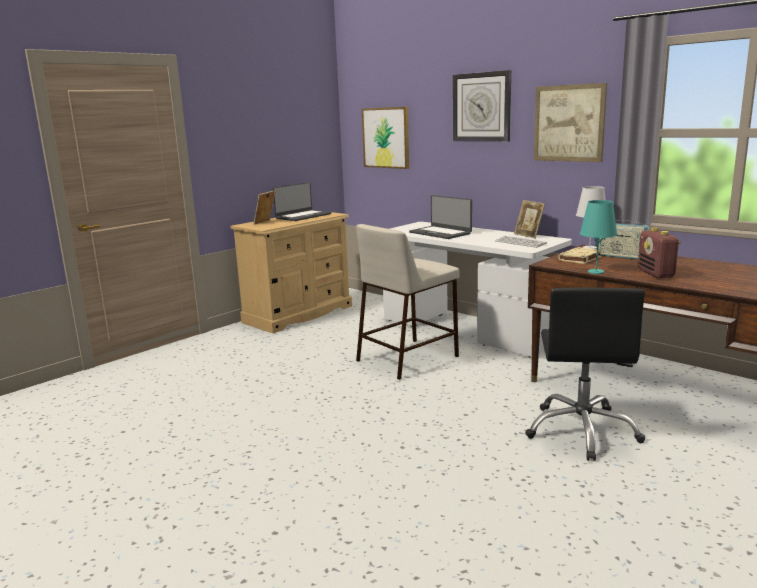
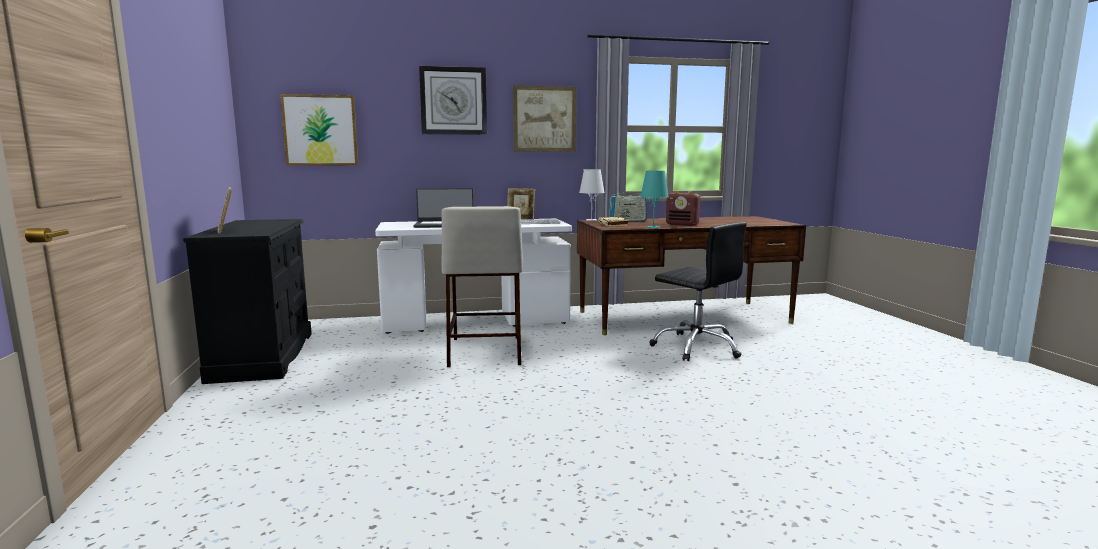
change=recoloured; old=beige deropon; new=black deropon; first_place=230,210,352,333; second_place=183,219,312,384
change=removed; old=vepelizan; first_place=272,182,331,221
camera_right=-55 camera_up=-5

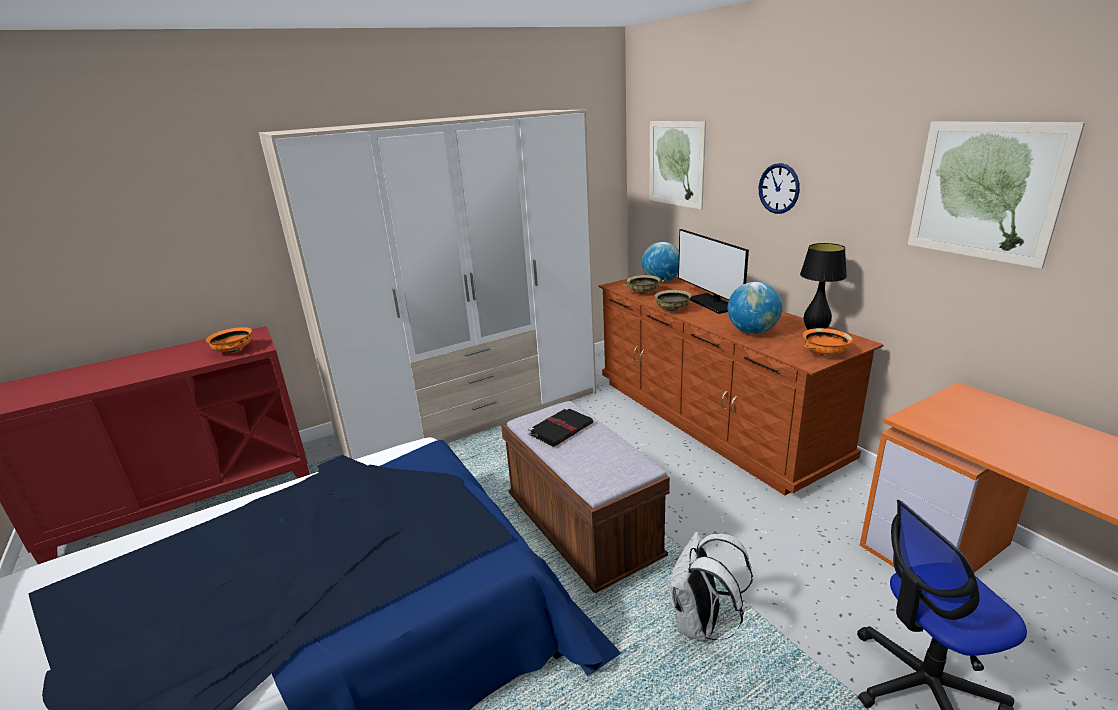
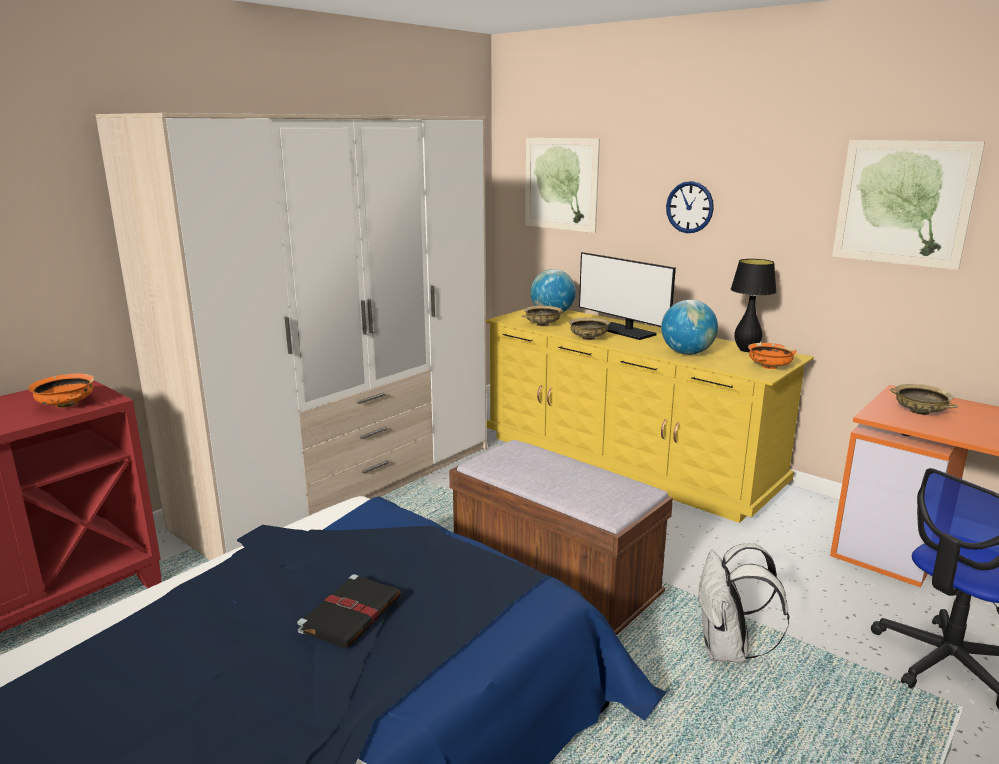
change=moved; old=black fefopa; first_place=528,407,593,447; second_place=297,574,401,648
change=recoloured; old=brown deropon; new=yellow deropon; first_place=599,274,884,495; second_place=486,309,814,523
change=added; new=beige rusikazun; second_place=890,384,958,415
camera_right=-20 camera_up=-5

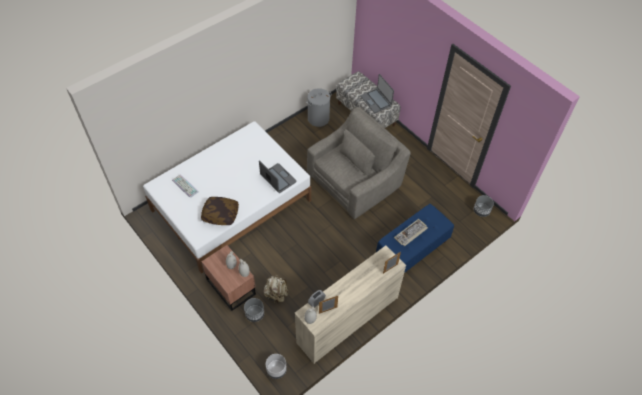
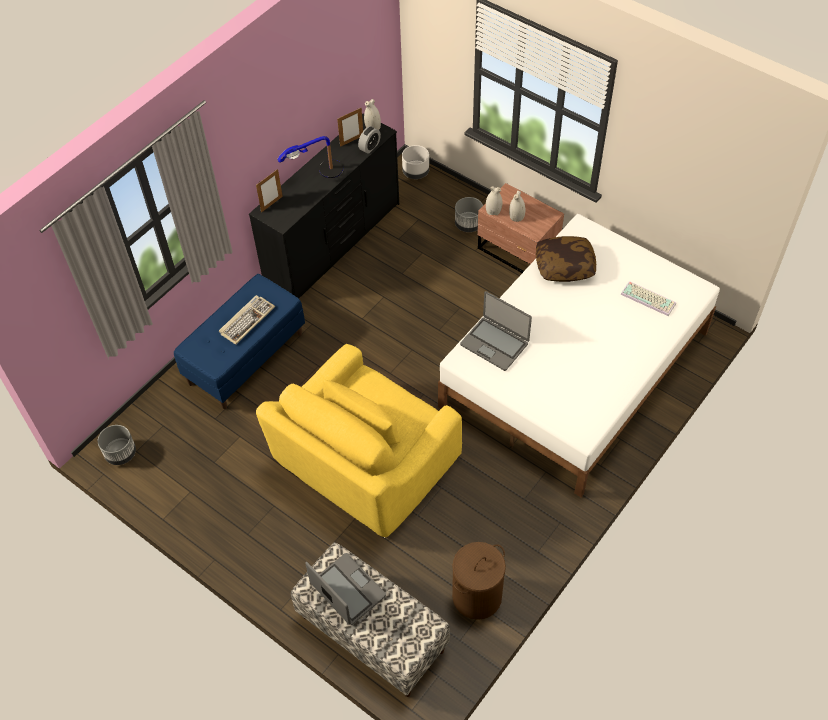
change=recoloured; old=beige deropon; new=black deropon; first_place=295,245,406,364; second_place=249,113,399,298
change=recoloured; old=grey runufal; new=yellow runufal; first_place=307,107,411,219; second_place=256,344,462,538
change=added; new=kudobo; second_place=277,136,343,178
change=recoloured; old=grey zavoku; new=brown zavoku; first_place=306,88,331,127; second_place=452,542,506,620
change=removed; old=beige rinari; first_place=263,275,289,305
camera_right=170 camera_up=0

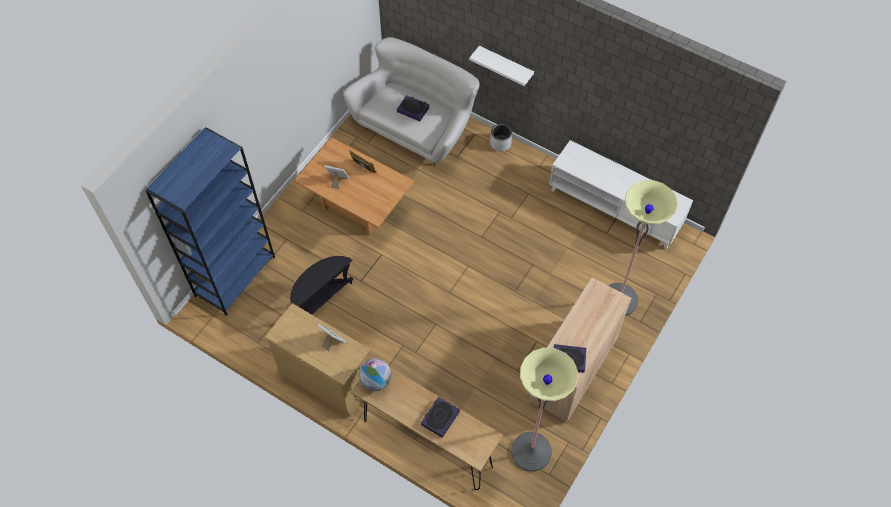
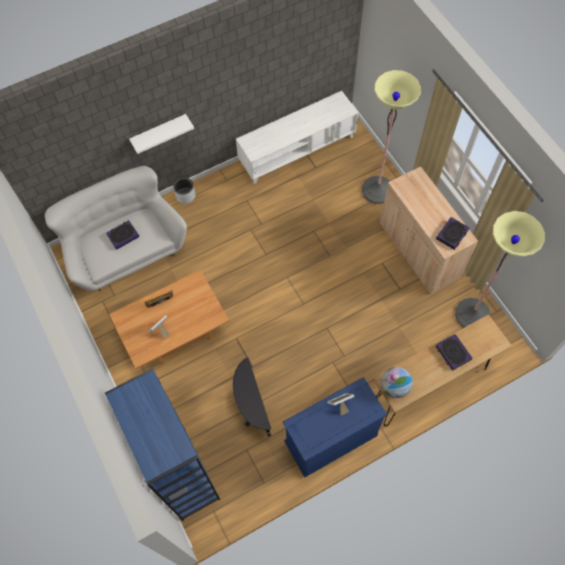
change=recoloured; old=beige deropon; new=blue deropon; first_place=265,303,371,417; second_place=283,377,387,478
camera_right=-60 camera_up=5

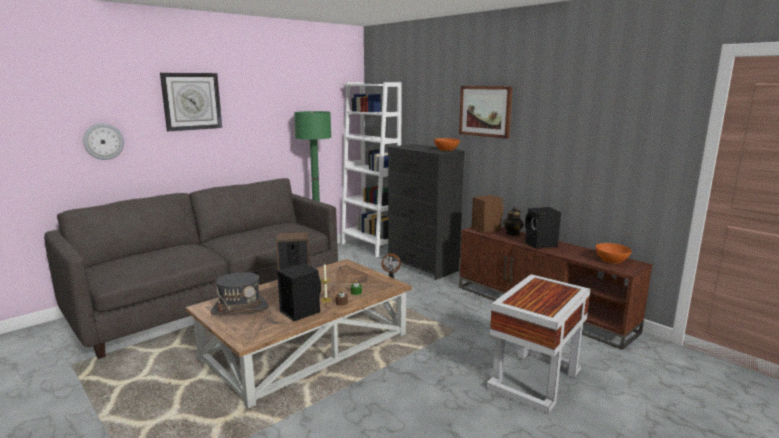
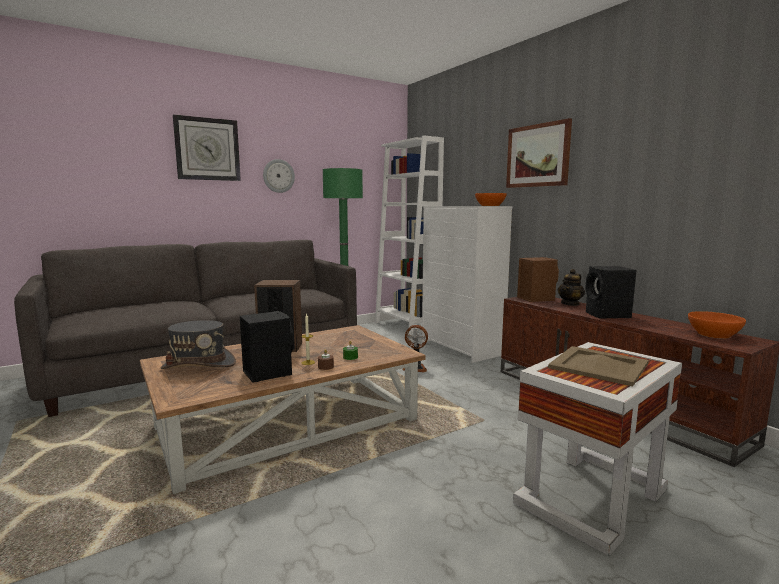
change=moved; old=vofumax; first_place=83,123,124,160; second_place=263,159,295,193
change=recoloured; old=black deropon; new=white deropon; first_place=388,144,465,280; second_place=422,206,513,363
change=added; new=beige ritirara; second_place=548,346,649,386
camera_right=10 camera_up=-5

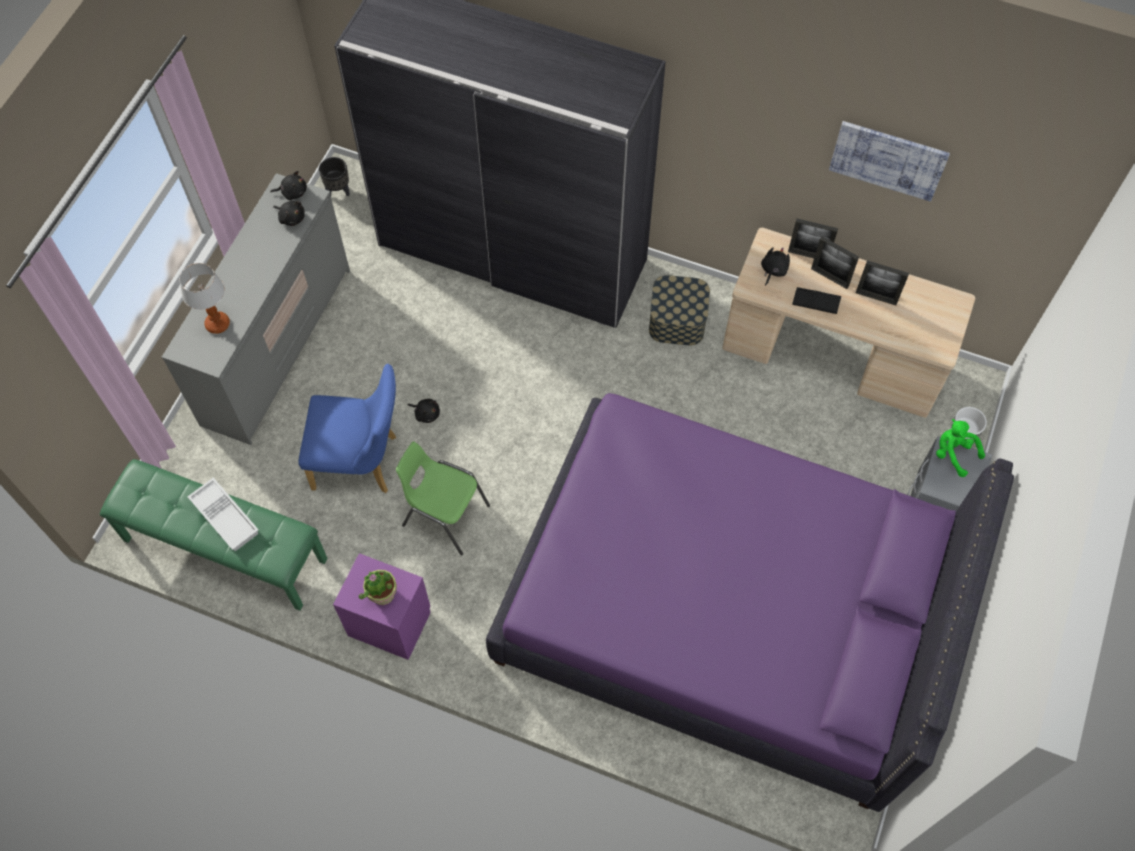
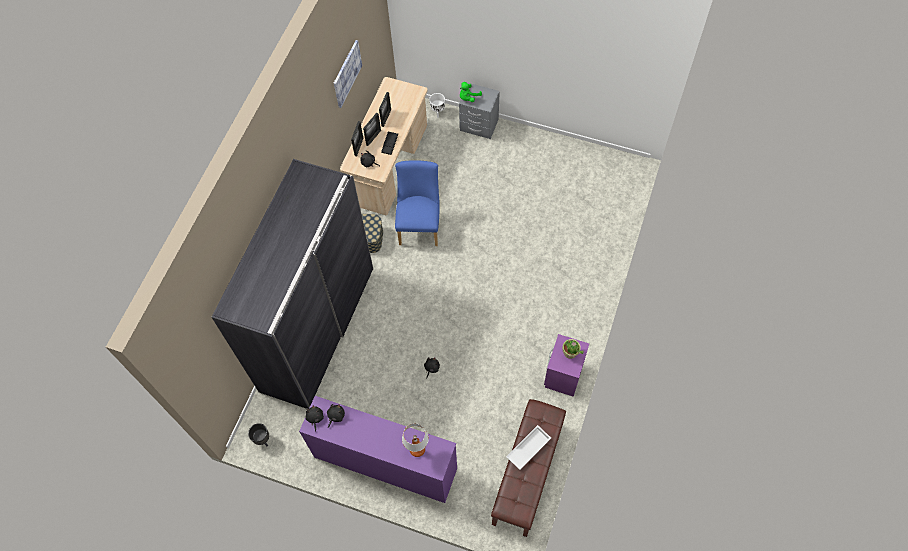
change=recoloured; old=grey deropon; new=purple deropon; first_place=162,173,350,445; second_place=299,396,457,503
change=moved; old=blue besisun; first_place=298,364,396,493; second_place=395,160,440,246
change=recoloured; old=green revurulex; new=brown revurulex; first_place=100,459,327,611; second_place=491,399,566,537
change=removed; old=green besisun; first_place=396,442,490,556
change=removed; old=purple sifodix; first_place=486,393,1014,812
camera_right=-90 camera_up=0

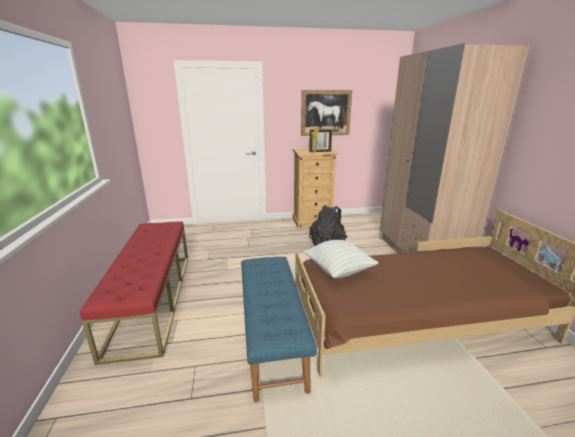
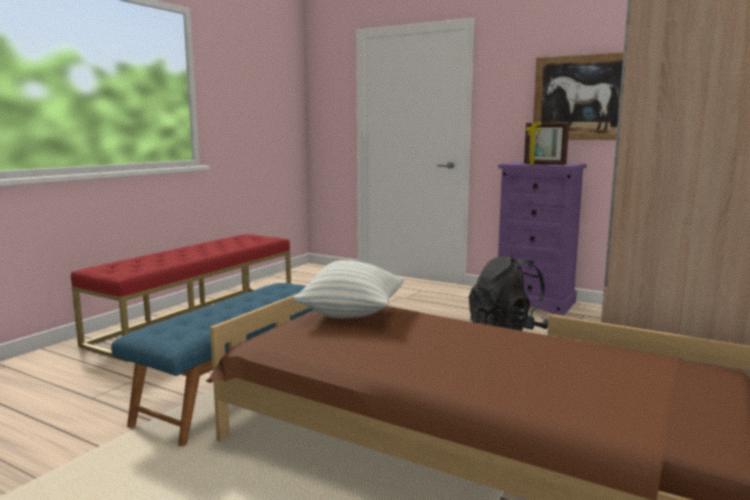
change=recoloured; old=beige deropon; new=purple deropon; first_place=293,148,338,229; second_place=498,162,587,315
camera_right=40 camera_up=-10

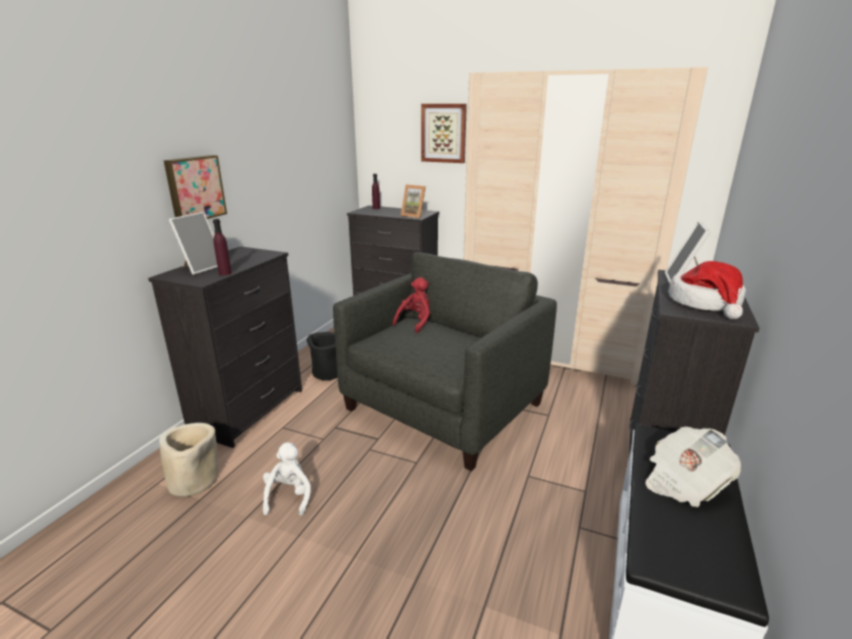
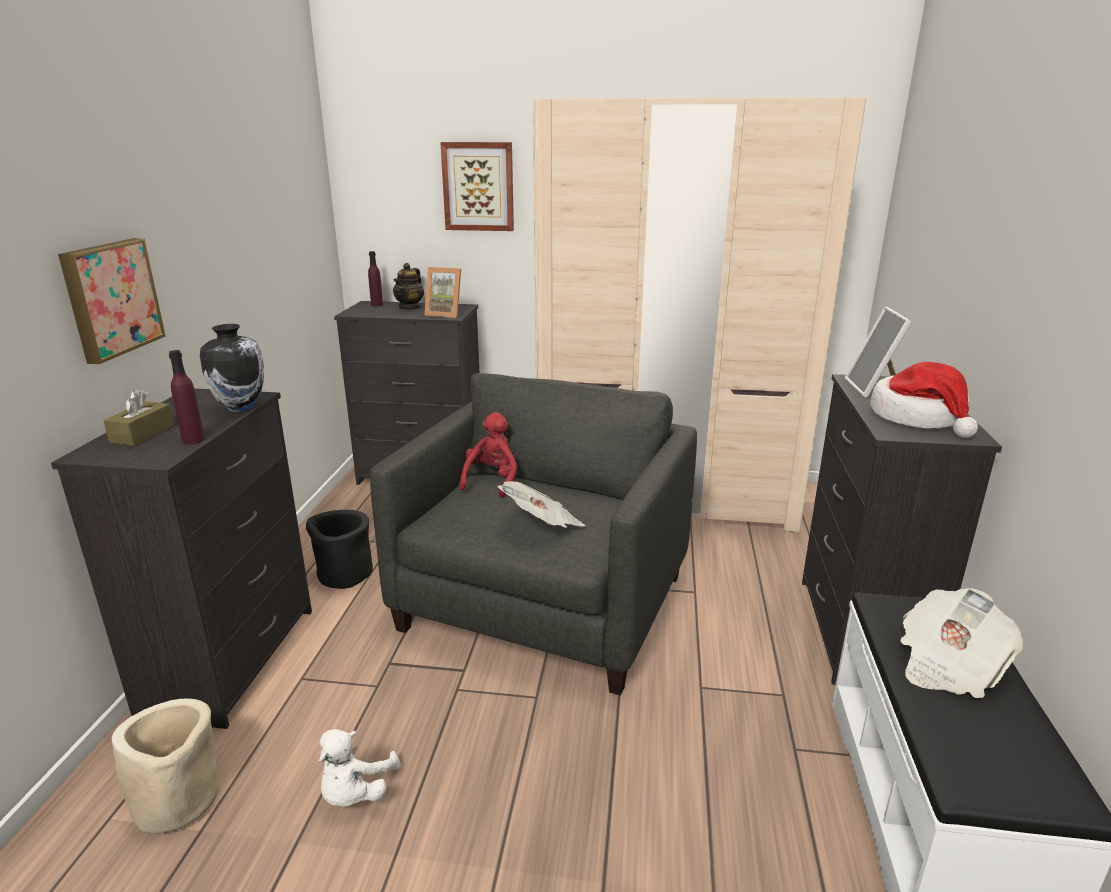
change=replaced; old=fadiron; new=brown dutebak; first_place=169,212,218,275; second_place=103,389,174,446
change=added; new=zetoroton; second_place=200,324,264,412
change=turned; old=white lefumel; first_place=263,442,311,516; second_place=319,729,400,807; degrees=-150
change=added; new=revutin; second_place=393,263,424,310
change=added; new=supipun; second_place=497,481,585,528
camera_right=-15 camera_up=0

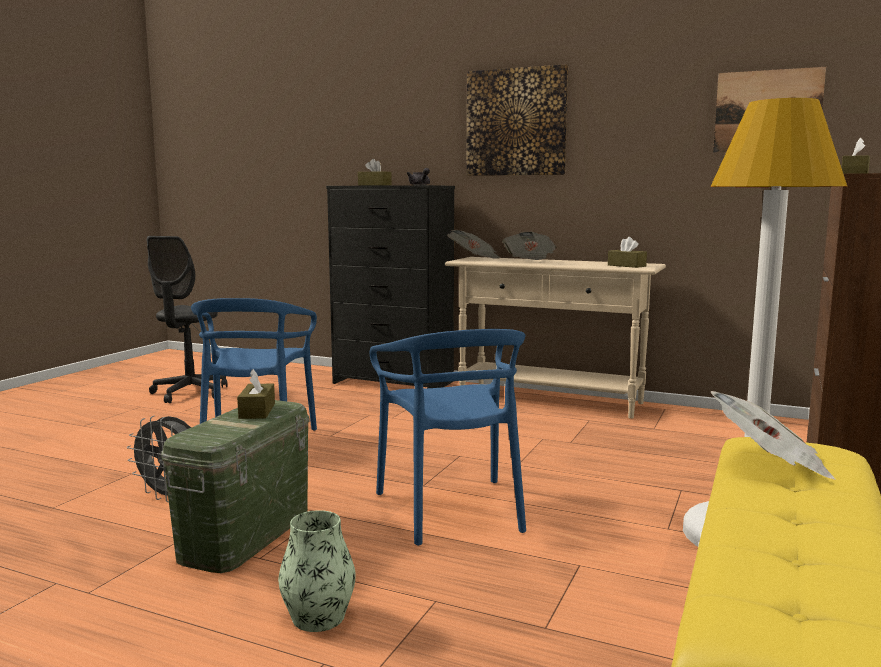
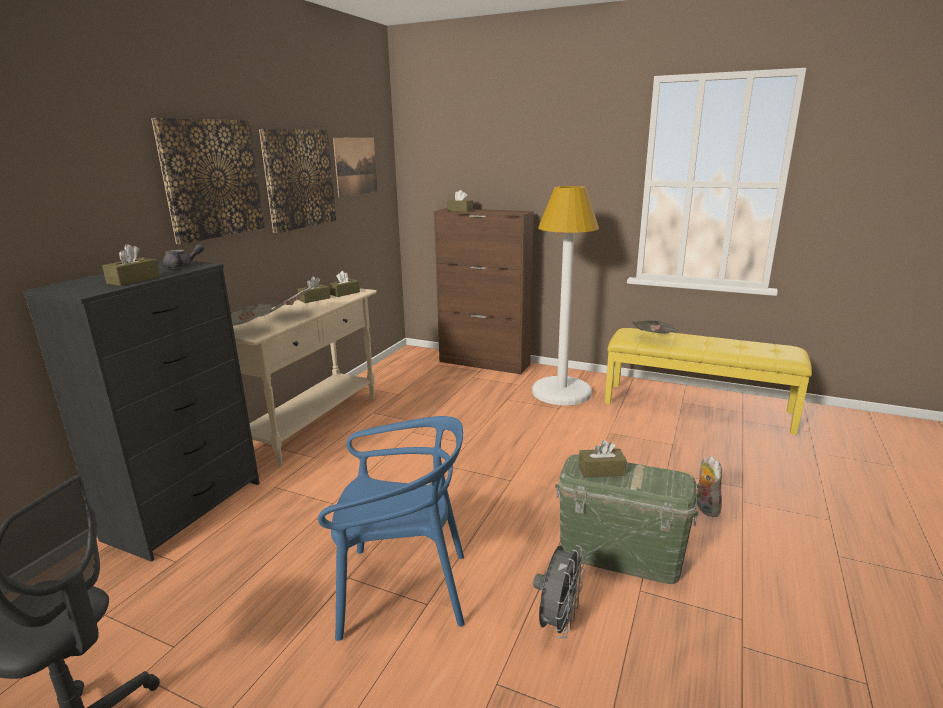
change=added; new=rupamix; second_place=259,129,336,233
change=added; new=brown dutebak; second_place=298,276,330,303
change=replaced; old=zetoroton; new=lefumel; first_place=278,510,356,632; second_place=696,456,722,517
change=removed; old=blue besisun; first_place=370,329,526,546
camera_right=-90 camera_up=10

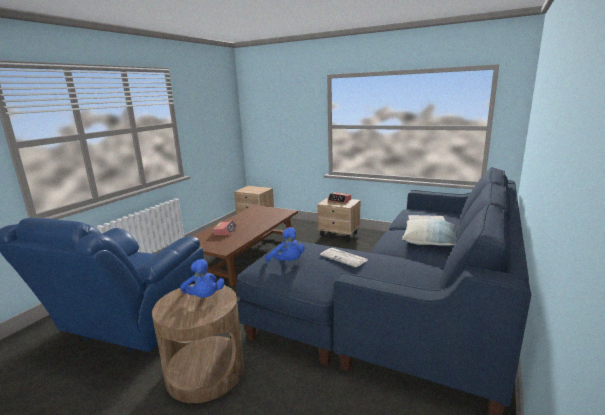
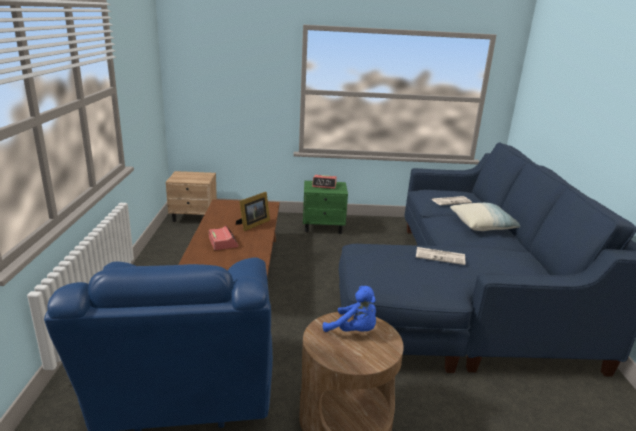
change=added; new=fadiron; second_place=236,192,270,231
change=recoloured; old=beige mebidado; new=green mebidado; first_place=317,197,361,242; second_place=303,181,348,234
change=removed; old=blue lefumel; first_place=265,227,304,262
camera_right=-30 camera_up=5

